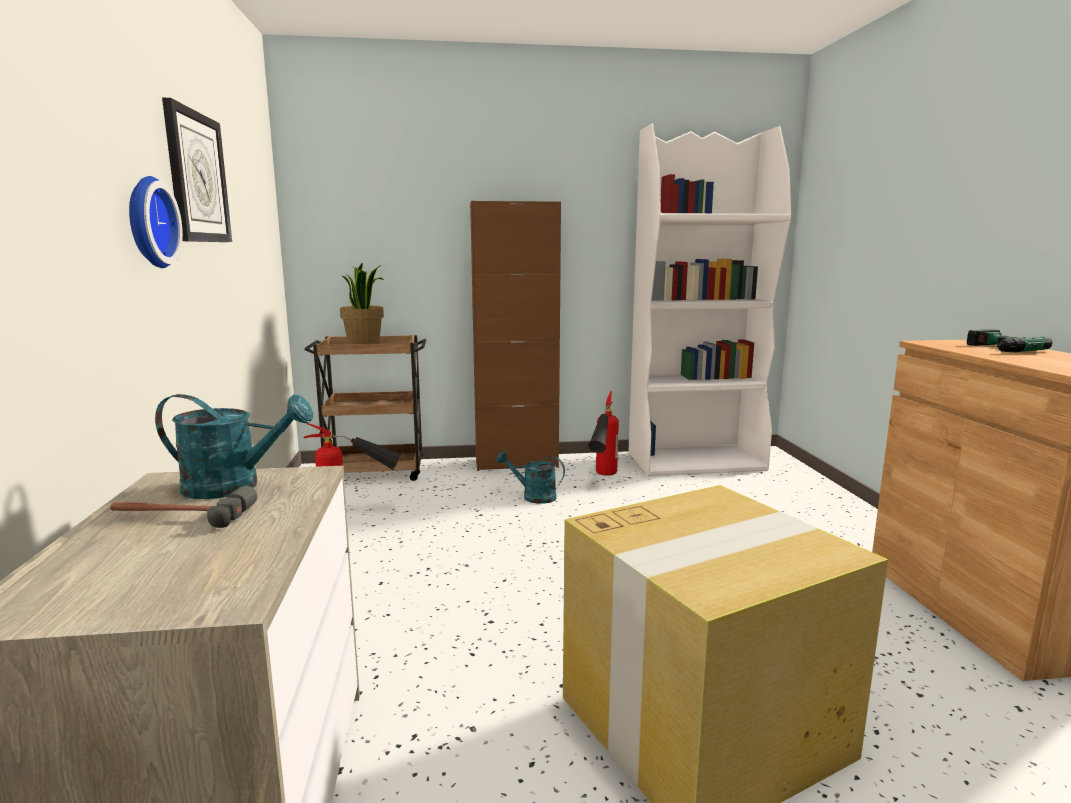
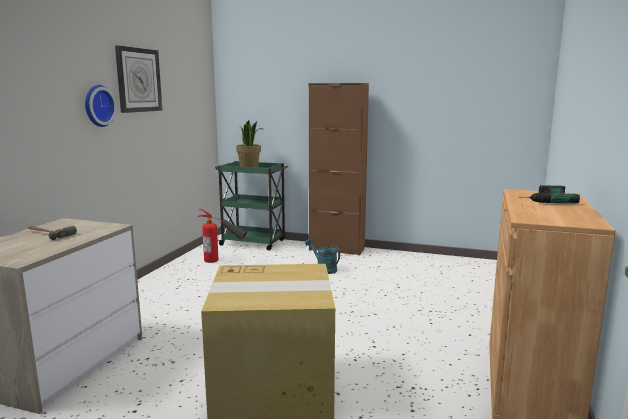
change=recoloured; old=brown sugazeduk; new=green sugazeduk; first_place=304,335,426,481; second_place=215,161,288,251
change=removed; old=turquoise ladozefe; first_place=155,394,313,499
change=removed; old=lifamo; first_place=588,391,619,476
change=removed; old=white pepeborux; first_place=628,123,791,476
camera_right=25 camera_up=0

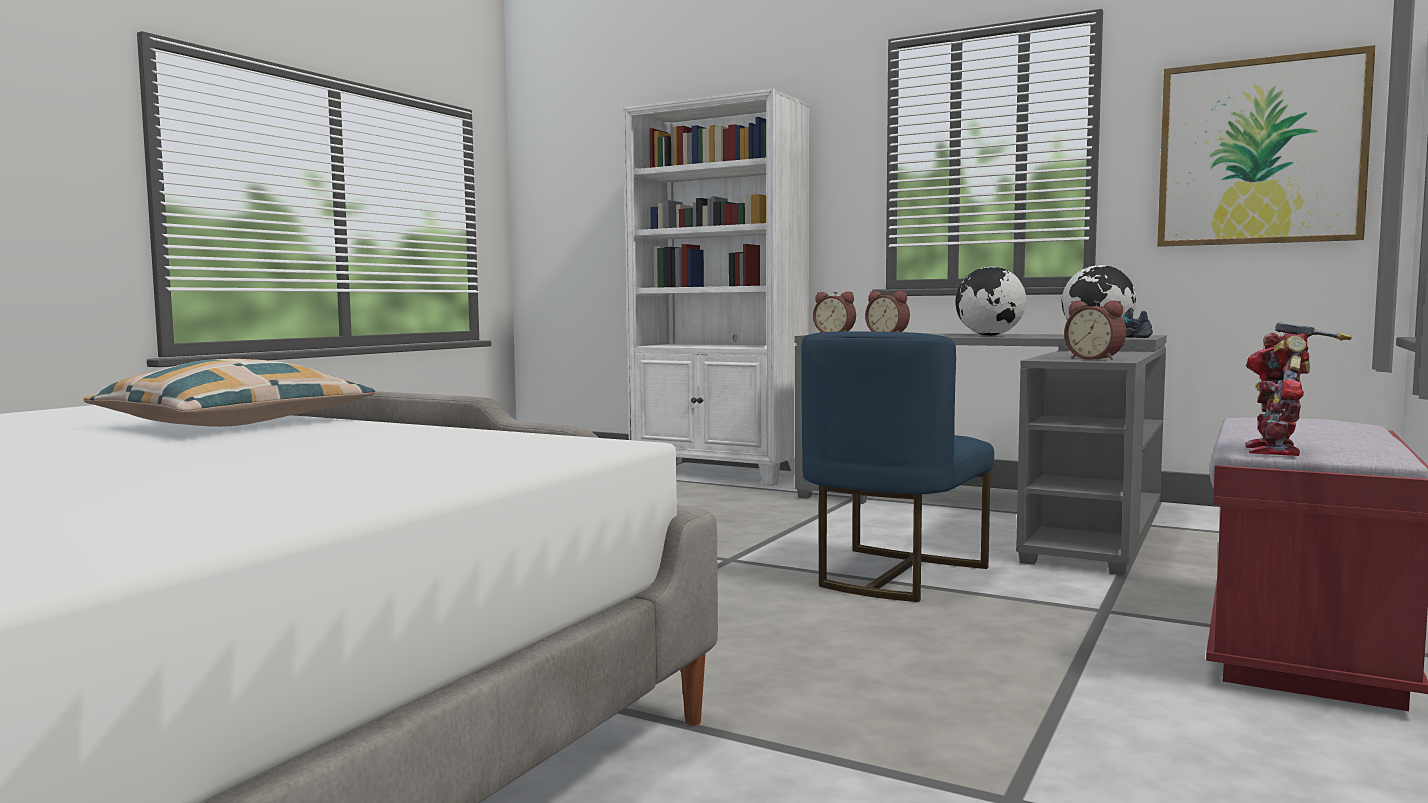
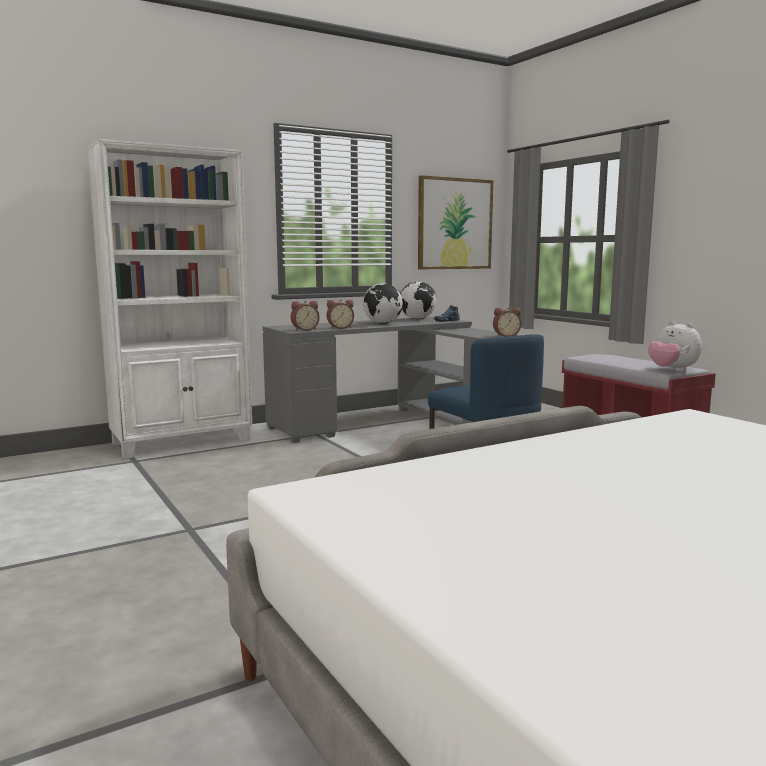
change=replaced; old=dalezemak; new=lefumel; first_place=1246,322,1352,456; second_place=648,322,702,371
change=removed; old=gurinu; first_place=83,359,375,427
camera_right=-60 camera_up=5

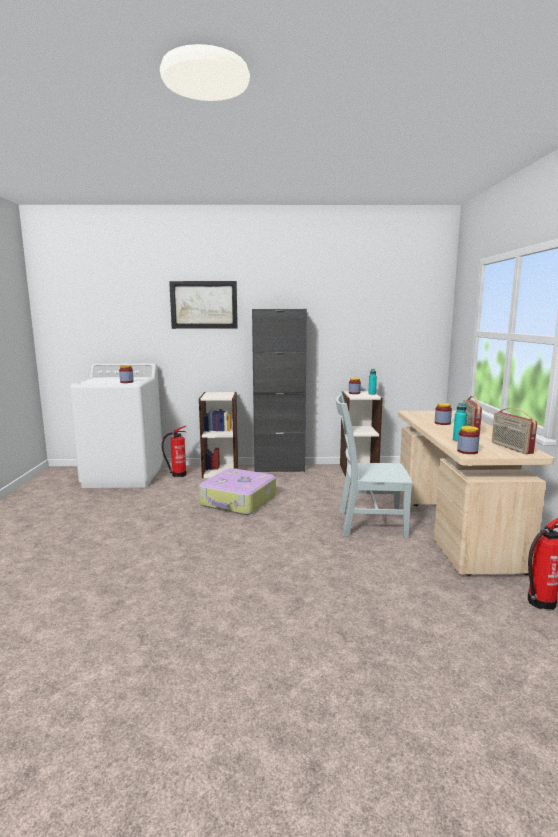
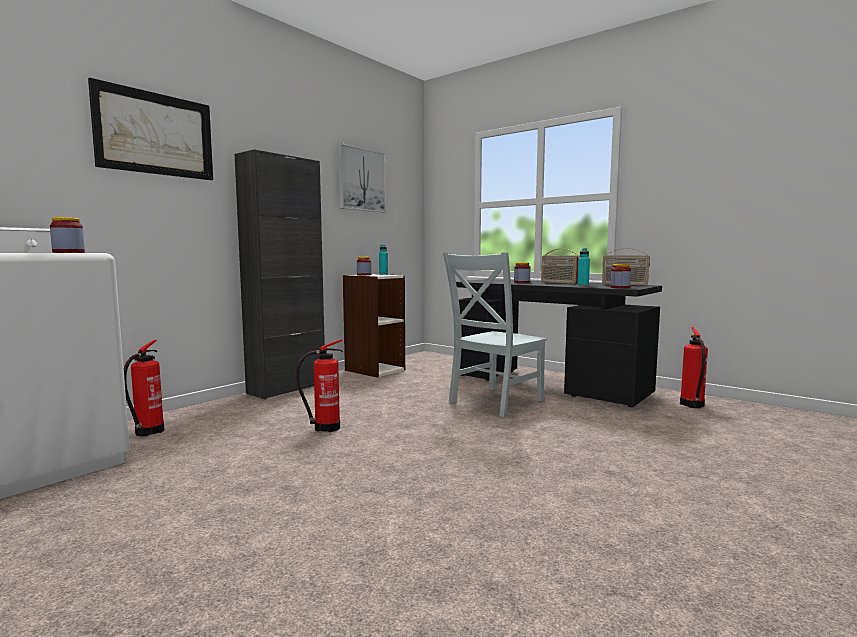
change=replaced; old=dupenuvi; new=lifamo; first_place=199,468,276,515; second_place=296,339,343,432
change=added; new=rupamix; second_place=338,143,386,213
change=recoloured; old=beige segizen; new=black segizen; first_place=398,411,554,576; second_place=456,279,662,407
change=removed; old=pepeborux; first_place=199,392,238,478
camera_right=-50 camera_up=-5

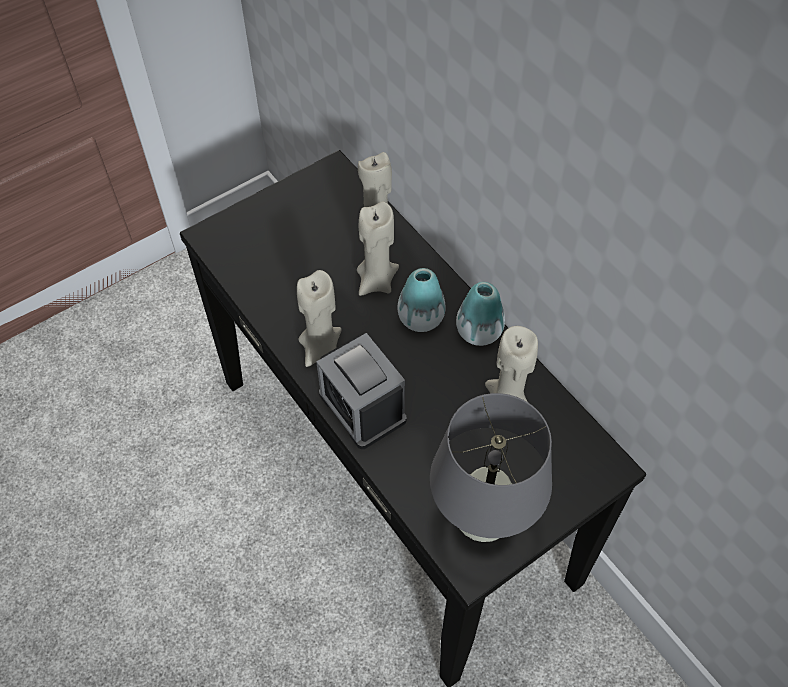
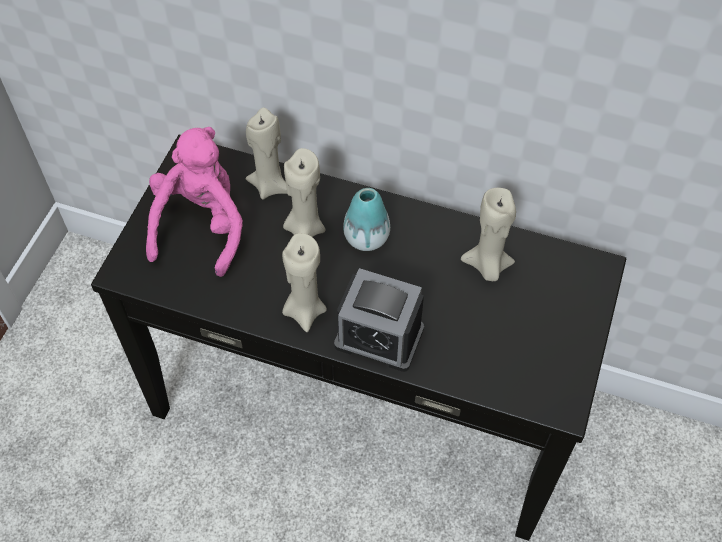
change=added; new=pink lefumel; second_place=146,127,243,277
change=removed; old=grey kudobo; first_place=430,393,552,542
change=removed; old=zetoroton; first_place=456,282,505,346
camera_right=-35 camera_up=0

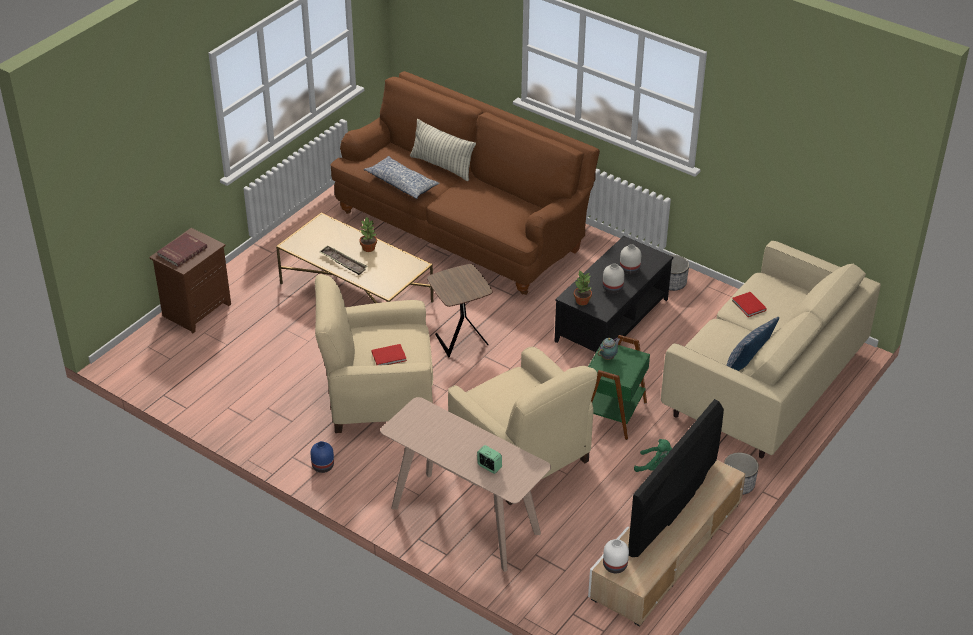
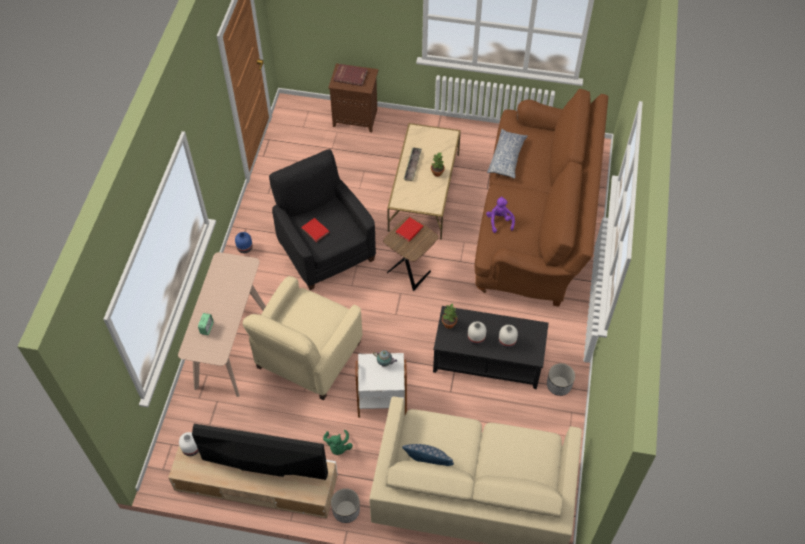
change=recoloured; old=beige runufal; new=black runufal; first_place=315,274,433,433; second_place=269,149,376,290
change=recoloured; old=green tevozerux; new=white tevozerux; first_place=588,335,650,440; second_place=356,353,407,418
change=moved; old=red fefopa; first_place=732,292,767,317; second_place=395,217,423,242
change=added; new=purple lefumel; second_place=486,196,515,233
change=removed; old=gurinu; first_place=410,119,476,181
camera_right=65 camera_up=15

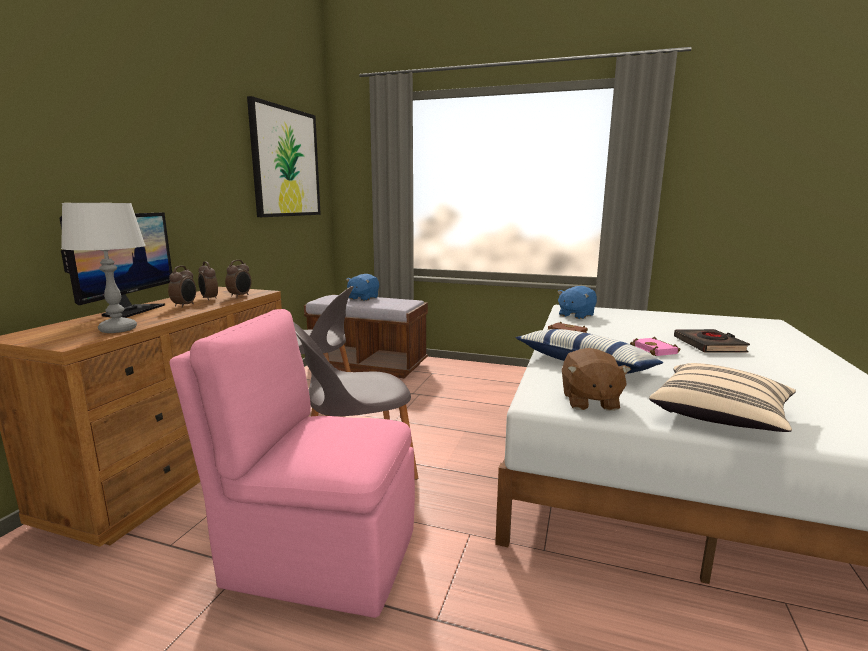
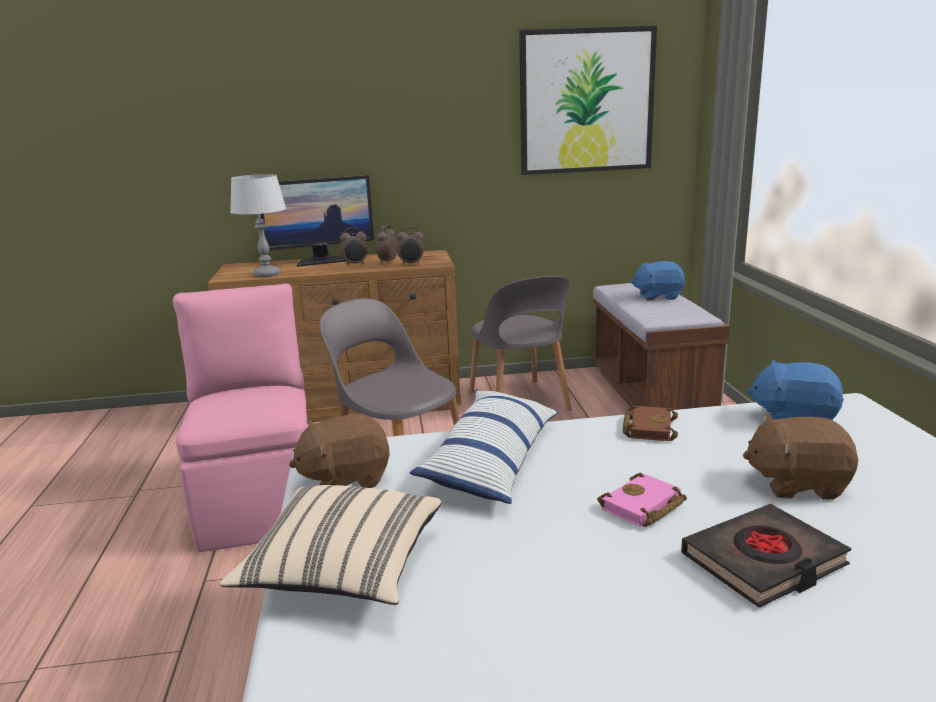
change=added; new=brown lefumel; second_place=743,414,858,500
camera_right=65 camera_up=5

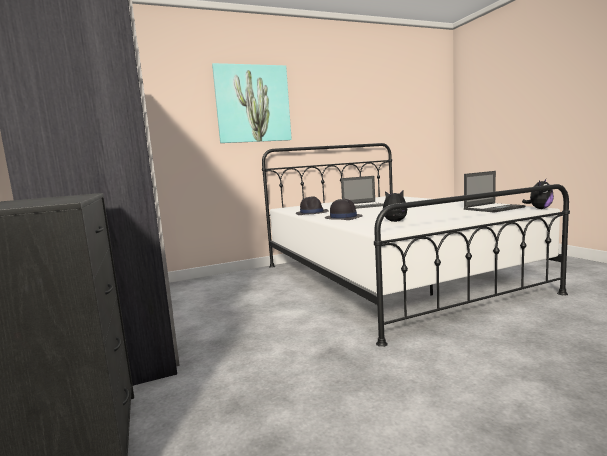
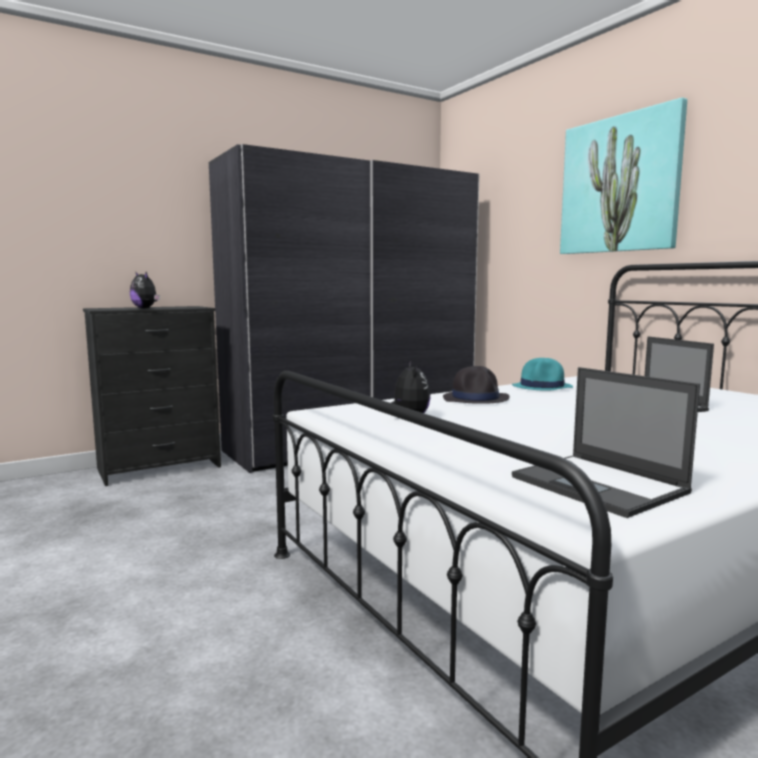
change=moved; old=lefumel; first_place=522,179,554,209; second_place=130,272,160,308
change=recoloured; old=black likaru; new=turquoise likaru; first_place=296,196,329,215; second_place=512,358,573,391
camera_right=80 camera_up=0

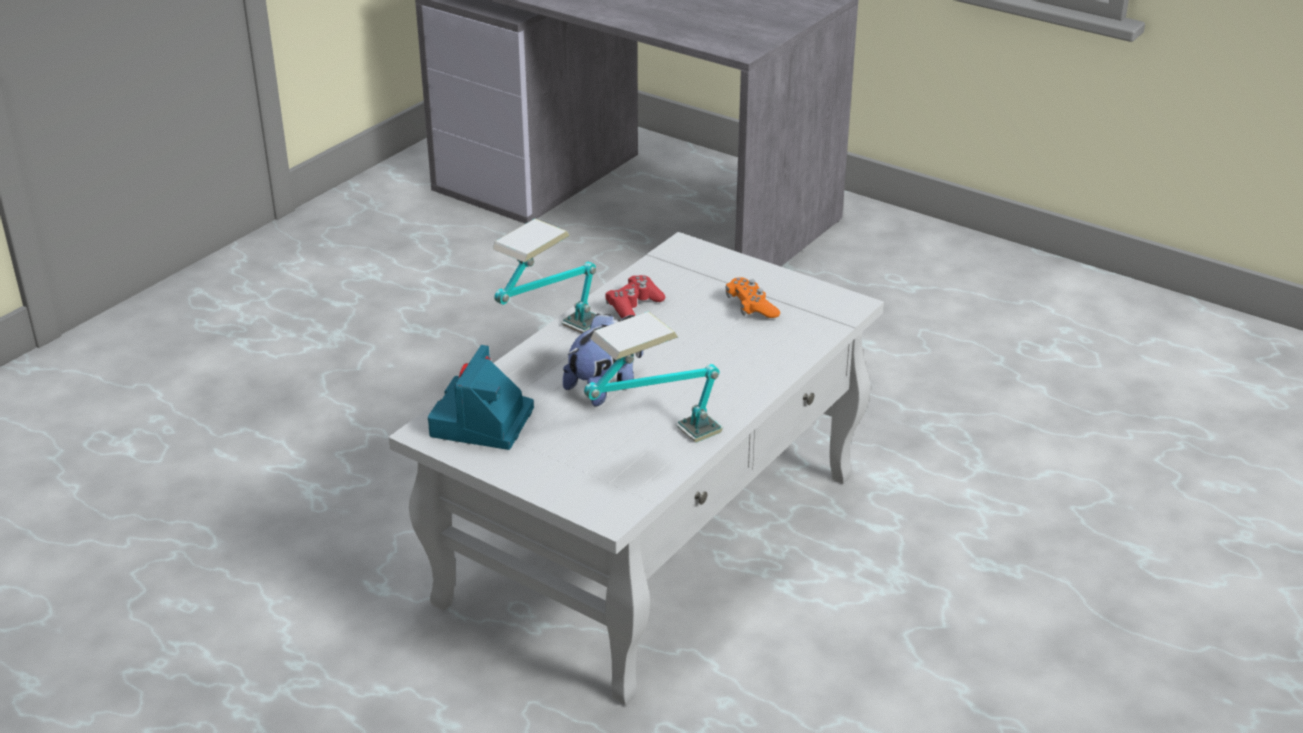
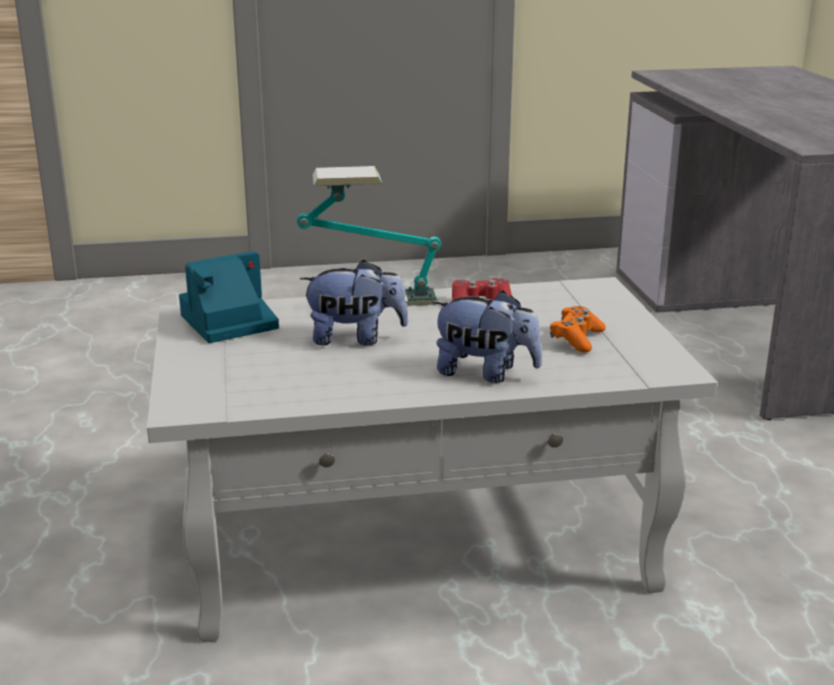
change=added; new=lefumel; second_place=432,291,542,383
change=removed; old=kudobo; first_place=584,311,723,443
camera_right=45 camera_up=-10

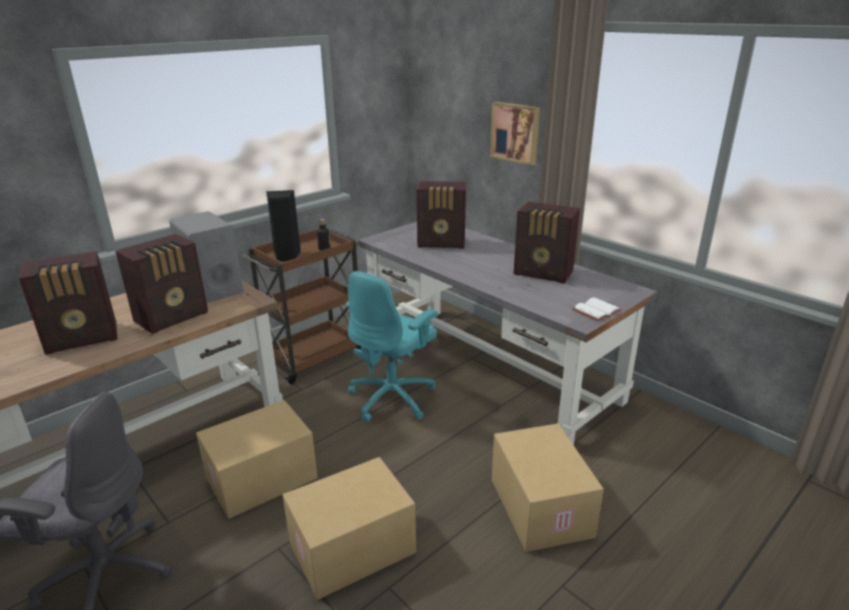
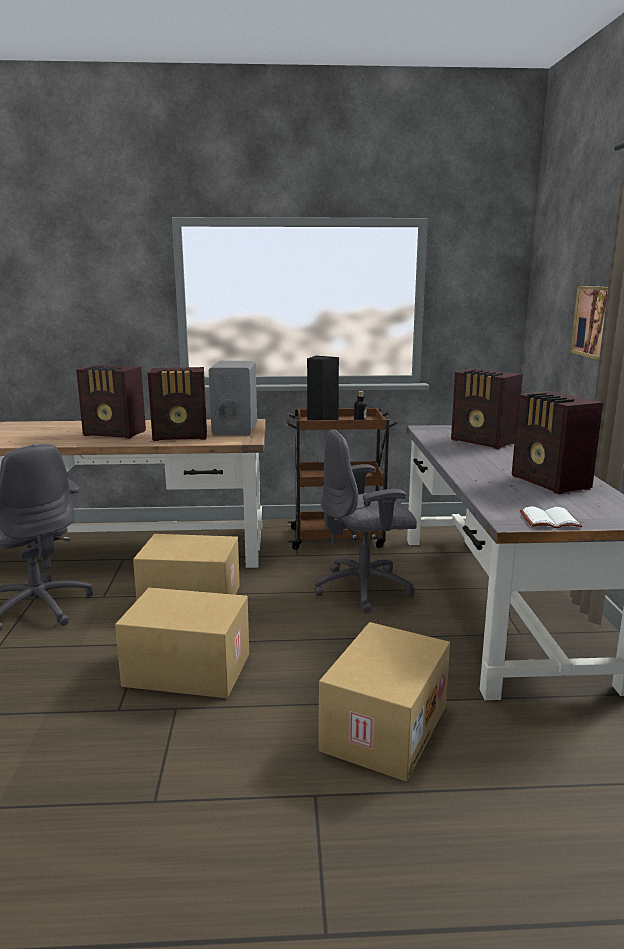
change=recoloured; old=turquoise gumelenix; new=grey gumelenix; first_place=346,271,438,422; second_place=315,429,417,613
camera_right=40 camera_up=-10

